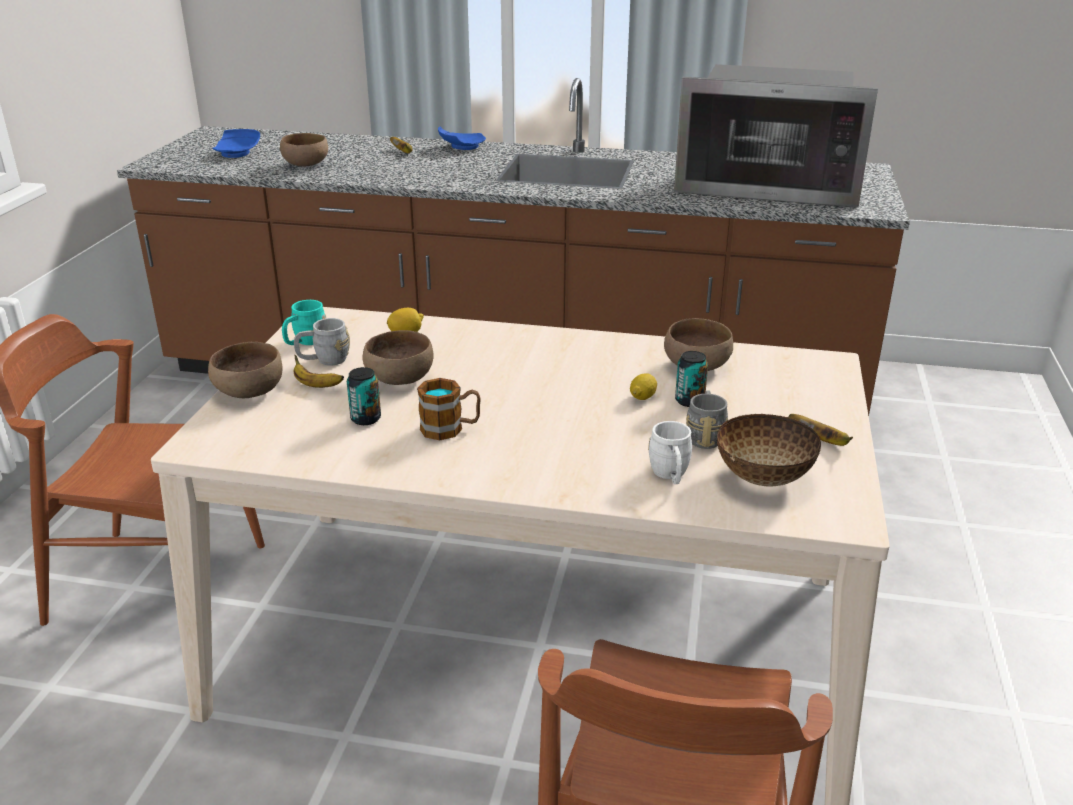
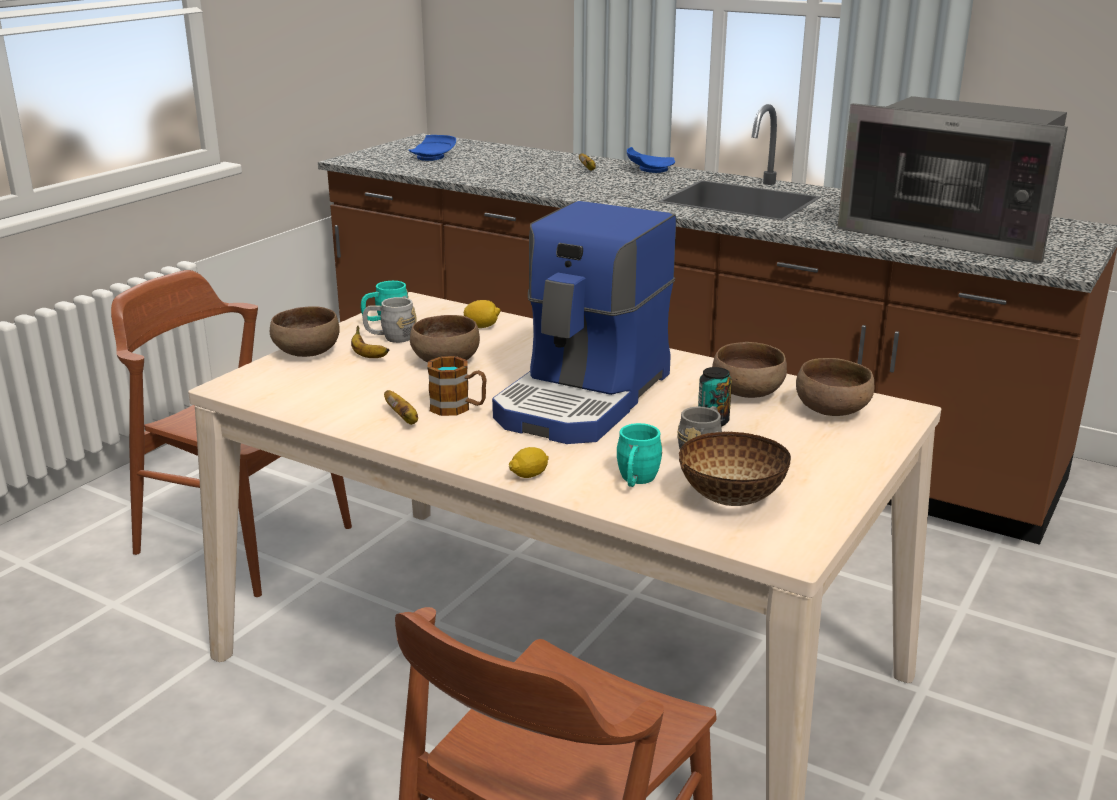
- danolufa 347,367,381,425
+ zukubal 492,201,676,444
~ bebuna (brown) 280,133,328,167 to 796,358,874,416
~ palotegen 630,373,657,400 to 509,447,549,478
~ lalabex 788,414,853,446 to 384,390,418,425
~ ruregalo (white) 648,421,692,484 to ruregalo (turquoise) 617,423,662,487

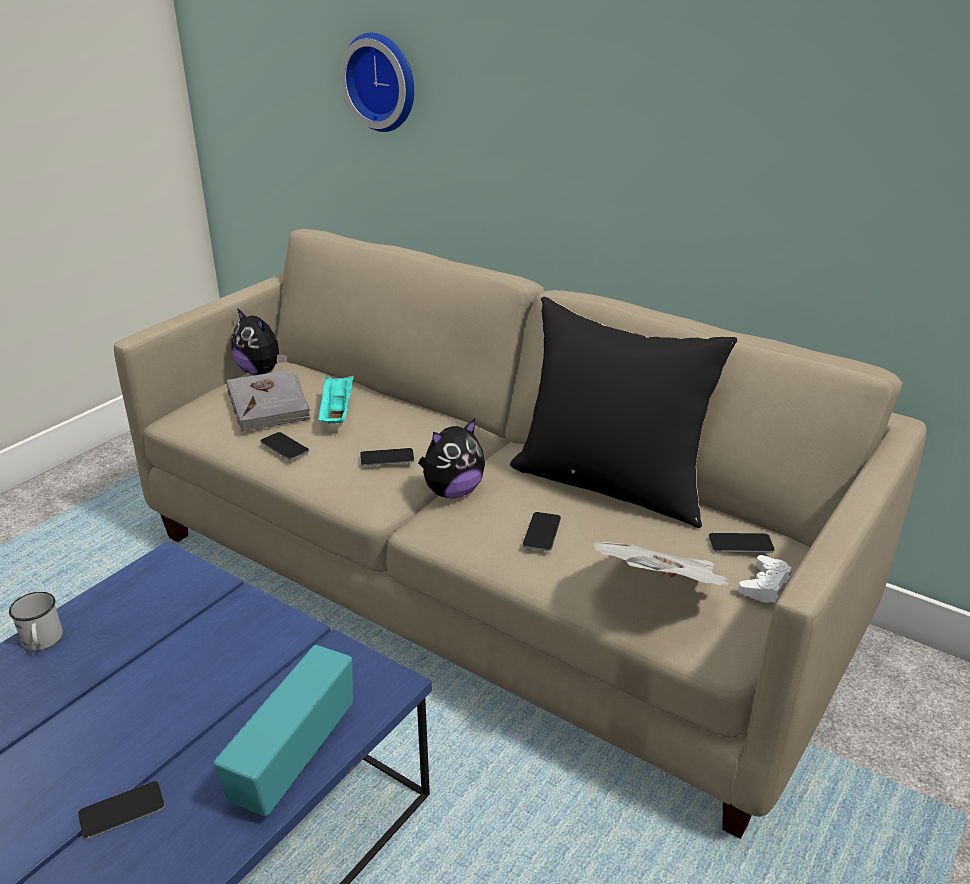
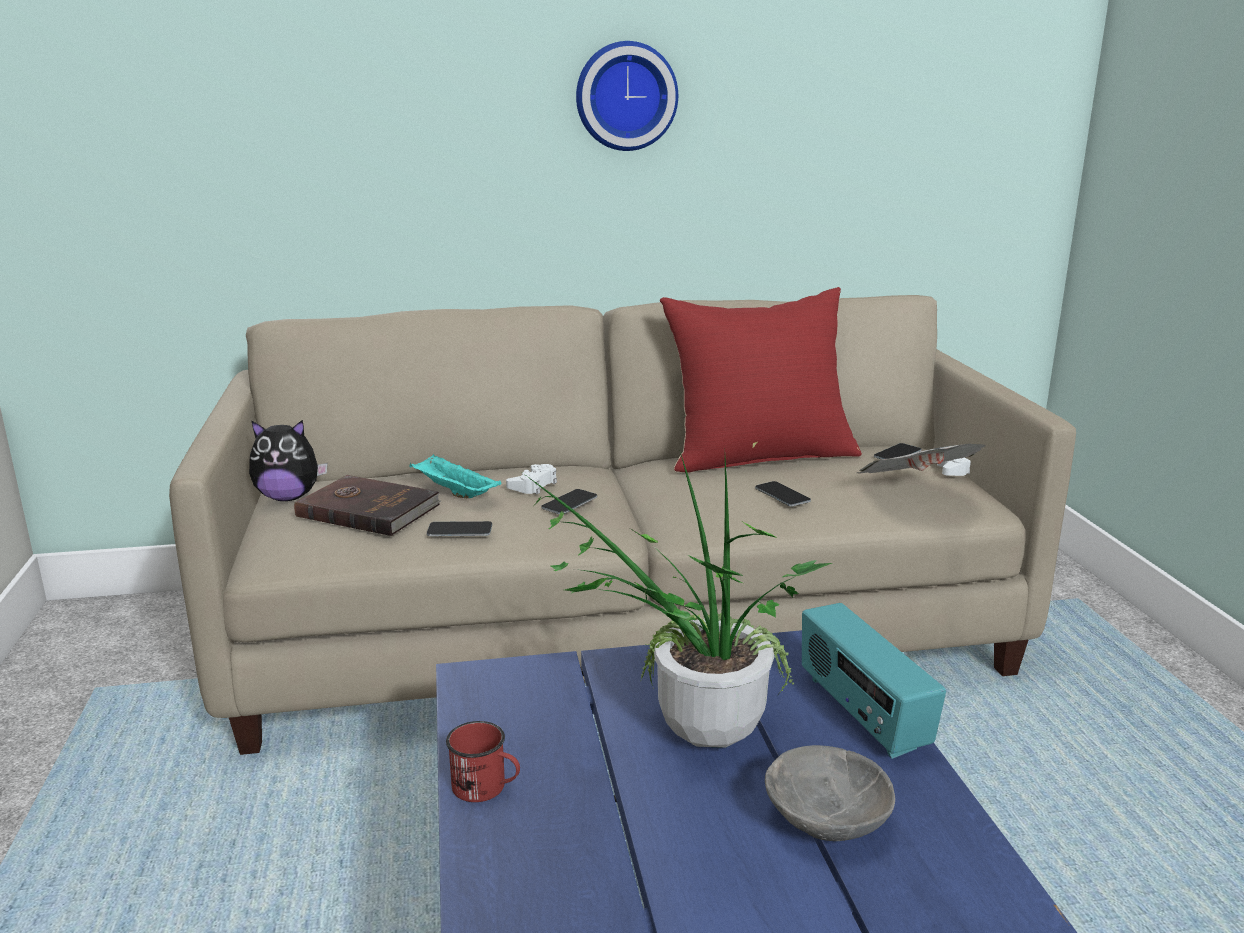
- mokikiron 418,419,485,498
+ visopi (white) 506,464,557,494
+ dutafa 523,452,832,748
~ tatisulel 340,33,414,132 to 576,41,678,151
~ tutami 78,781,165,839 to bebuna (grey) 765,745,895,841
~ ruregalo (white) 9,592,63,651 to ruregalo (red) 446,721,520,802
~ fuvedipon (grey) 227,370,311,432 to fuvedipon (brown) 294,475,441,536
~ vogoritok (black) 510,297,737,528 to vogoritok (red) 660,287,862,473

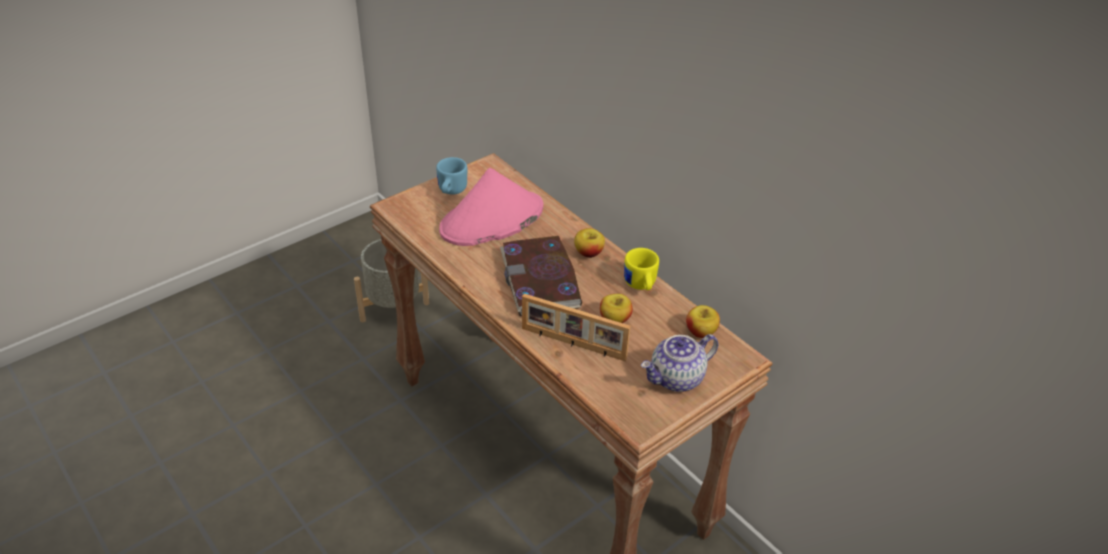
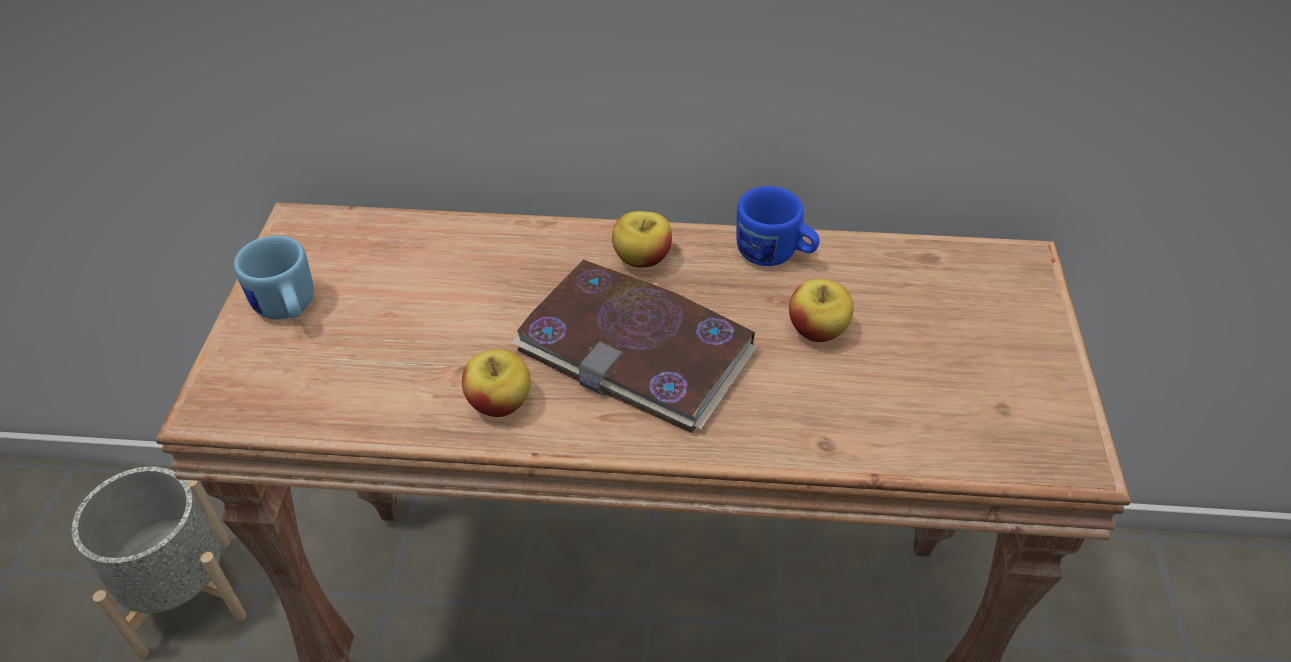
- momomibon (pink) 439,168,543,246
- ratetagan 522,294,631,361
- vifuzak 641,334,719,392
~ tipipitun 686,305,720,338 to 462,349,531,417
~ ruregalo (yellow) 624,248,659,290 to ruregalo (blue) 736,186,819,266

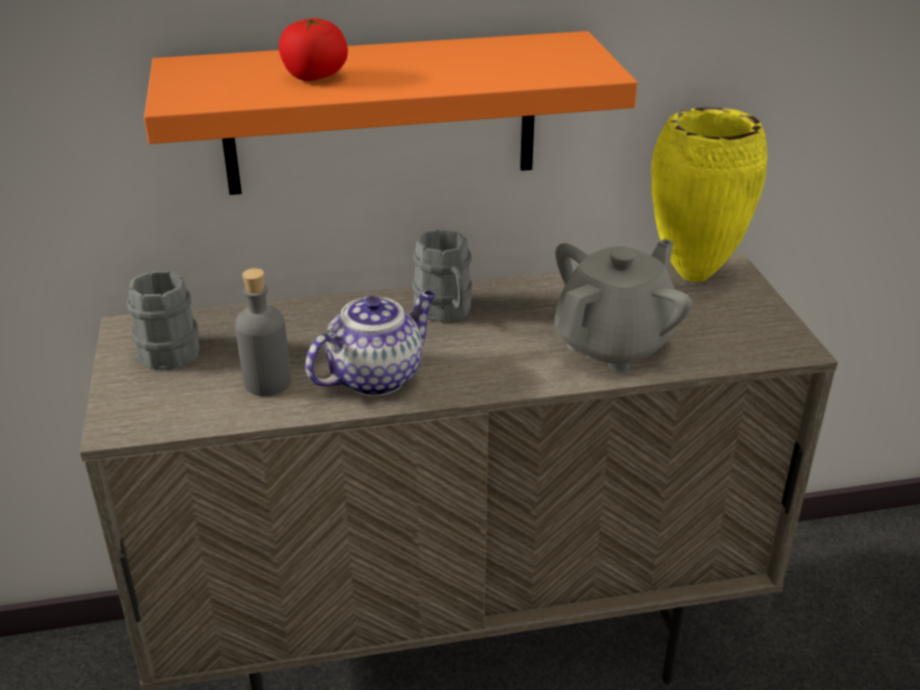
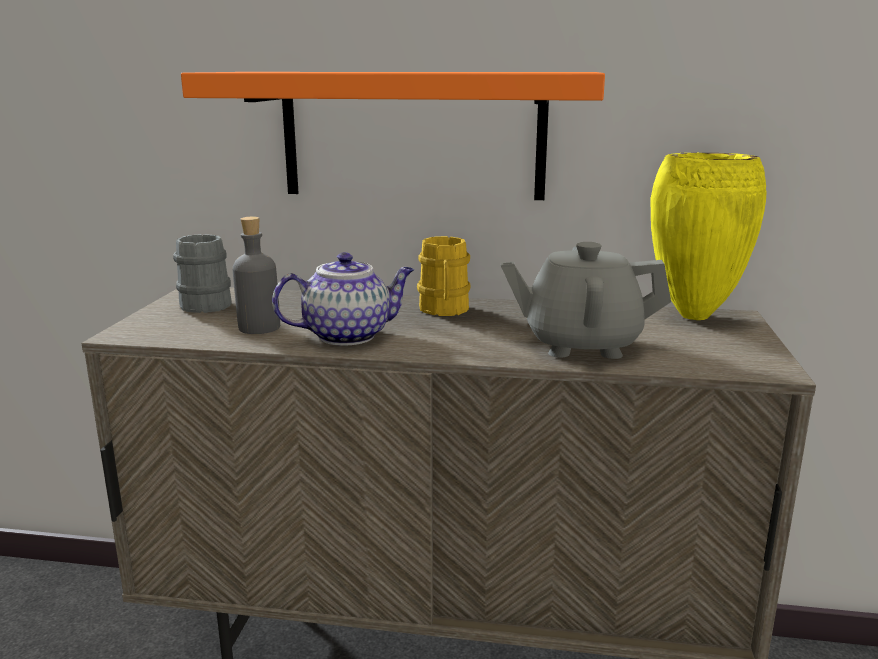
- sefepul 279,18,348,81
~ ruregalo (grey) 412,229,472,323 to ruregalo (yellow) 417,236,470,316
~ vifuzak (grey) 555,239,692,373 = 501,242,671,359 150 degrees counterclockwise

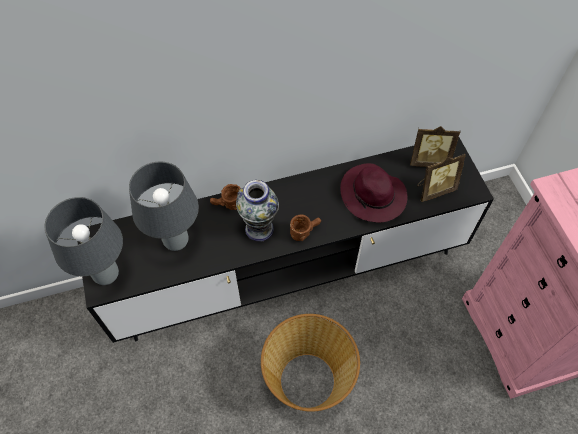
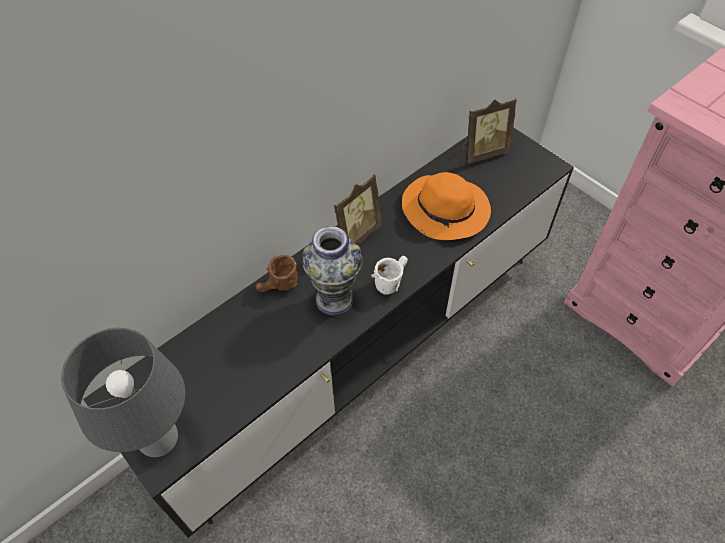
- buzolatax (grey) 129,162,199,251
- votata 261,314,360,412
~ ratetagan 417,153,466,202 to 334,174,382,245
~ ruregalo (brown) 290,215,321,241 to ruregalo (white) 371,256,408,295
~ momomibon (purple) 340,163,408,223 to momomibon (orange) 402,172,491,240

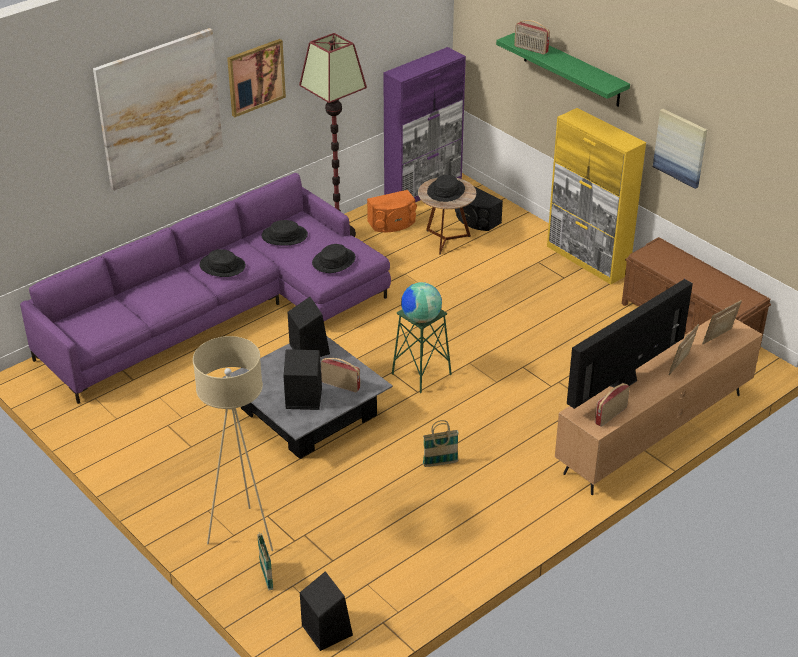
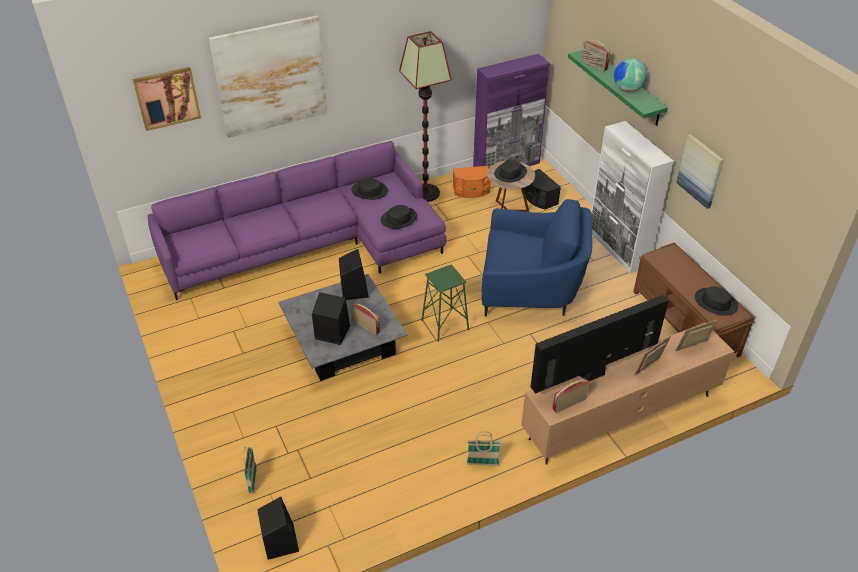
- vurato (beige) 193,336,273,551
+ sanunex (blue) 482,199,592,317
~ momomibon (black) 199,249,246,277 to 695,287,738,316
~ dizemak 227,39,286,117 to 133,67,201,131
~ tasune 401,282,442,323 to 614,59,648,92
~ votata 423,420,459,467 to 467,431,500,466
~ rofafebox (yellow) 547,108,646,285 to rofafebox (white) 591,121,674,273

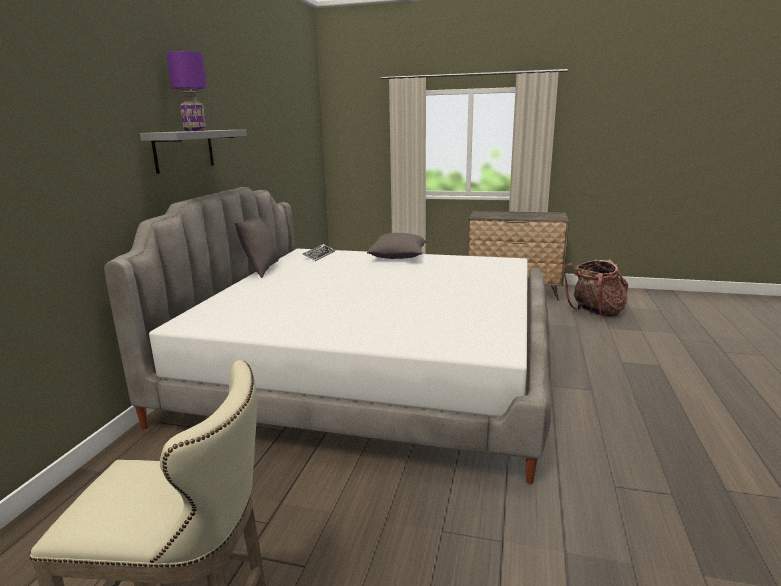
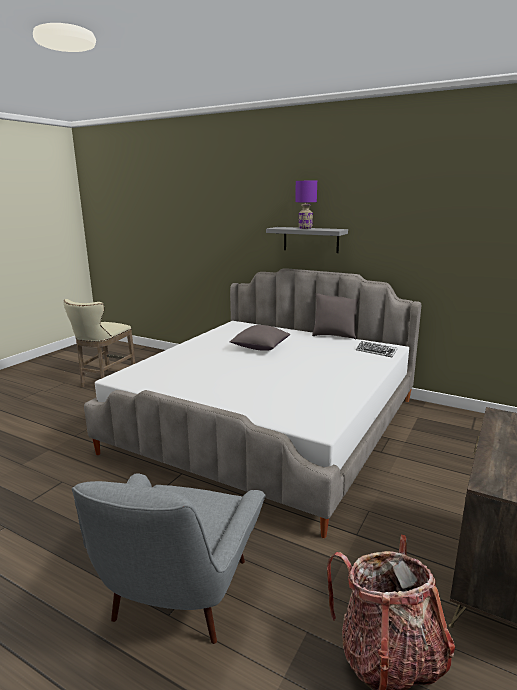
+ sanunex (grey) 72,474,266,644
~ vogoritok (grey) 367,233,427,259 to 230,325,290,351

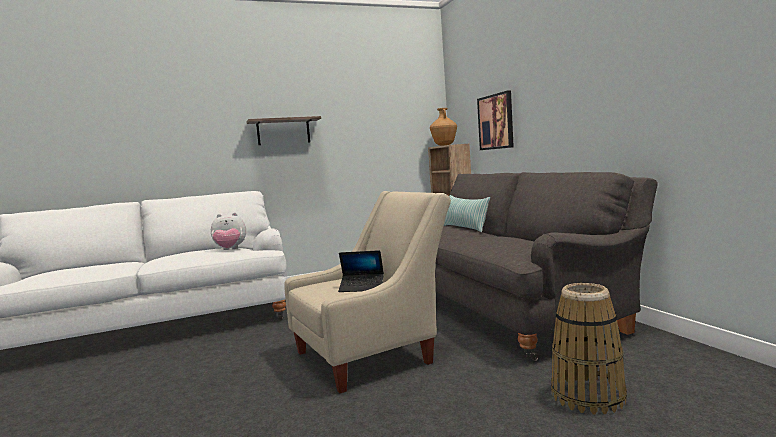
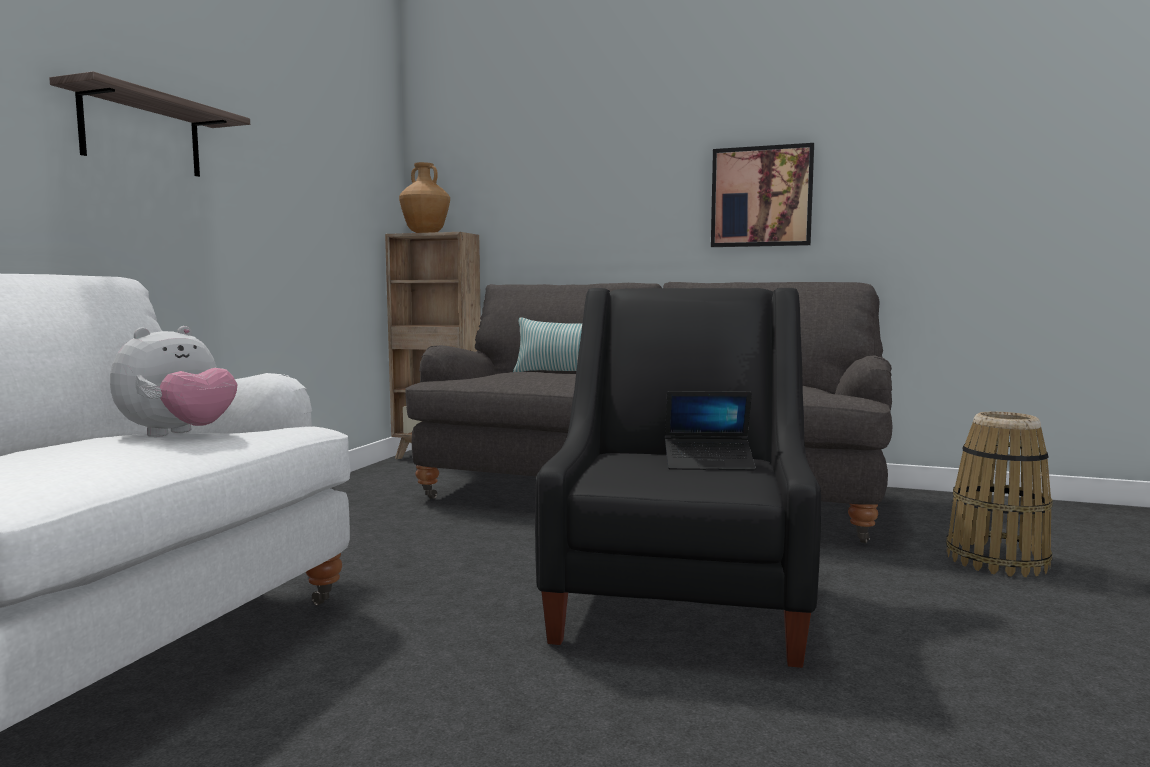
~ dizemak 477,90,514,150 to 711,143,814,247
~ sanunex (beige) 285,191,451,393 to sanunex (black) 535,288,821,668
~ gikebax 338,250,384,292 = 665,391,756,470 45 degrees clockwise

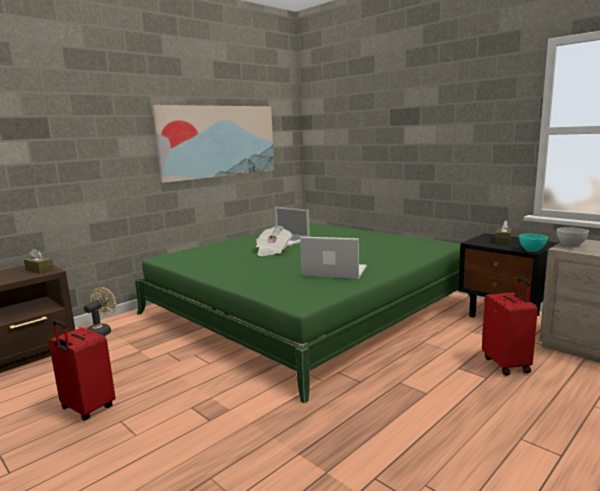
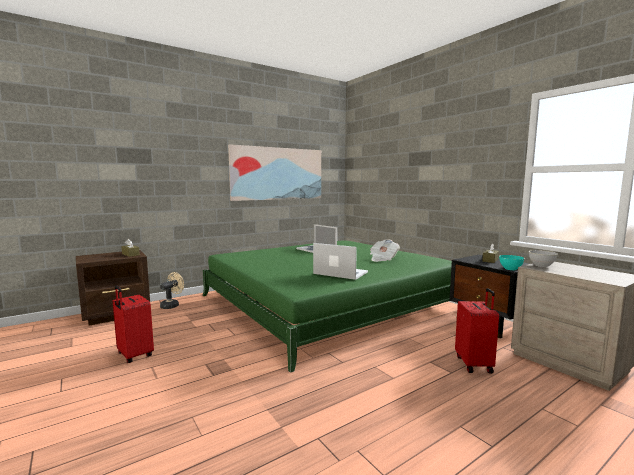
~ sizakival 256,226,292,256 to 370,239,400,262

